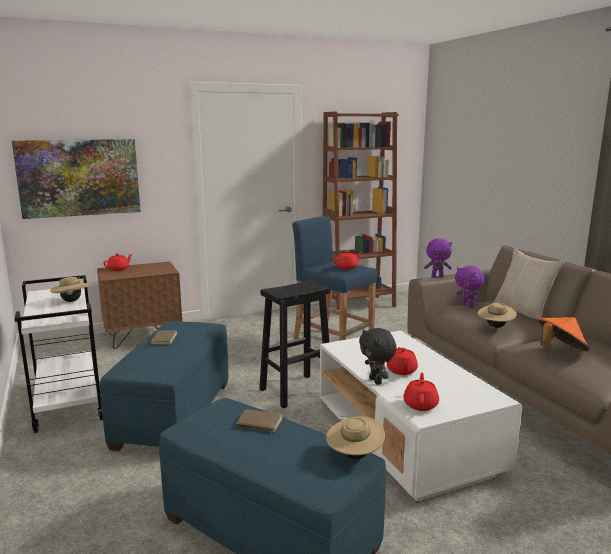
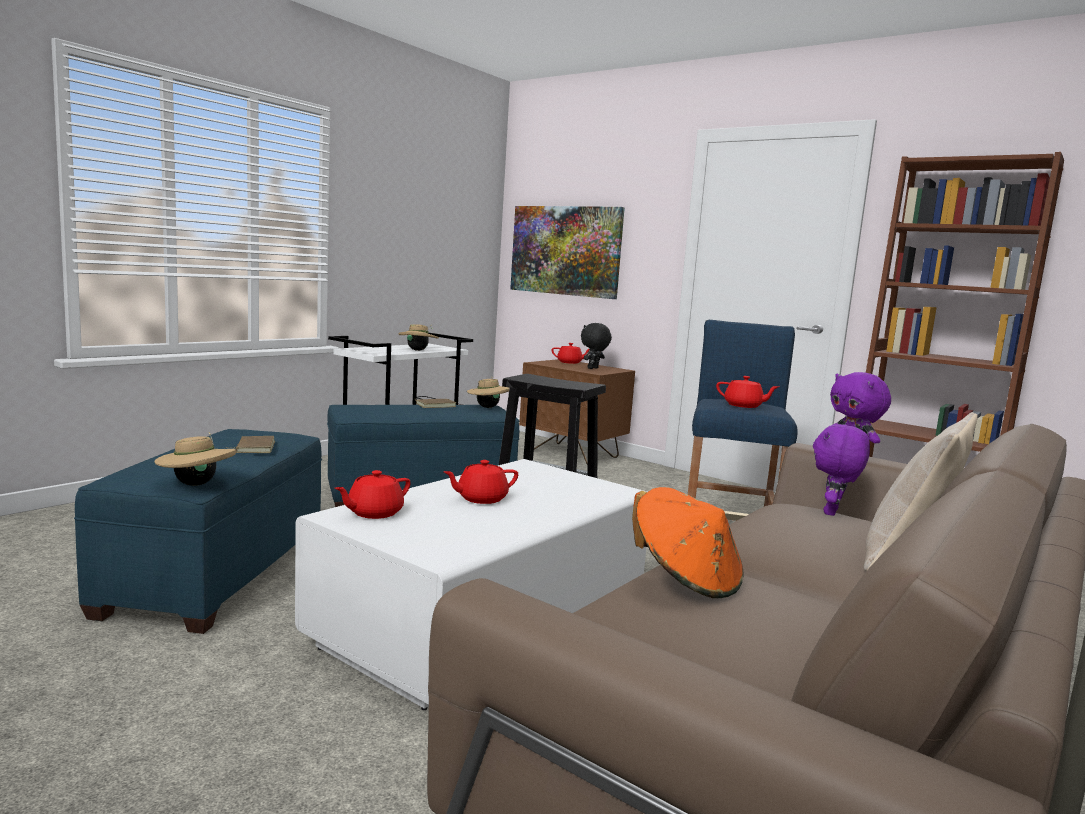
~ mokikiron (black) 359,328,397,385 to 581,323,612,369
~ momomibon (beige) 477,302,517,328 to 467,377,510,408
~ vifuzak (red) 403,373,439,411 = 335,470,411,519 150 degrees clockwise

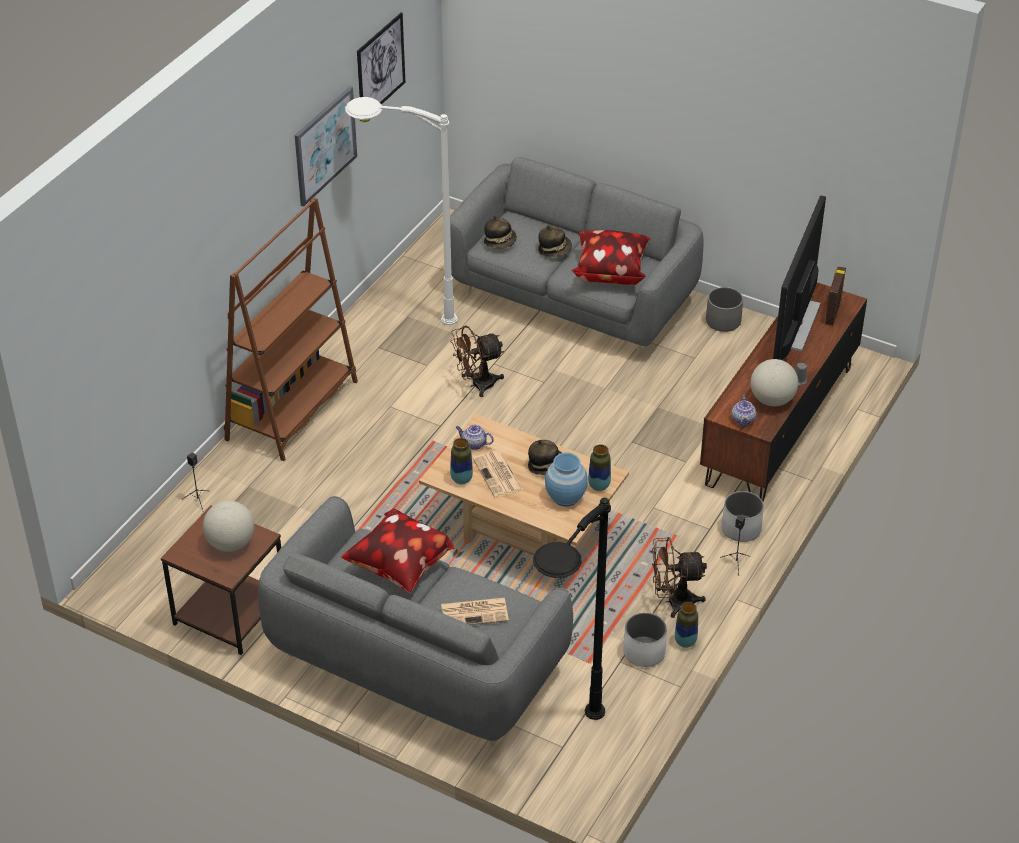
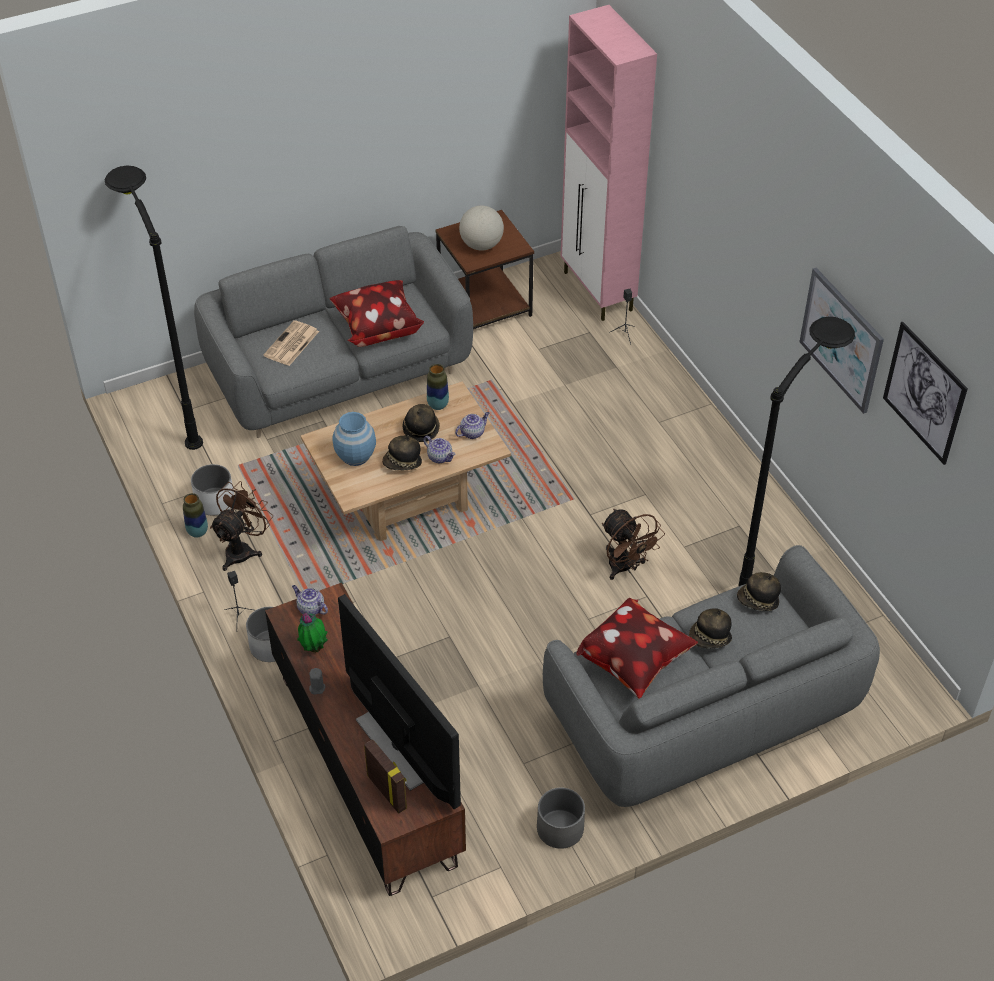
- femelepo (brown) 224,198,358,461
- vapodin 588,444,611,491
+ vifuzak 423,436,456,463
+ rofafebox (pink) 561,5,657,321
~ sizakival 473,451,523,498 to momomibon 403,404,440,442
~ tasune 751,359,798,406 to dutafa 297,612,328,653
~ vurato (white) 345,97,458,325 to vurato (black) 739,317,855,586
~ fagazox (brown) 450,325,504,397 = 602,508,665,580 135 degrees clockwise

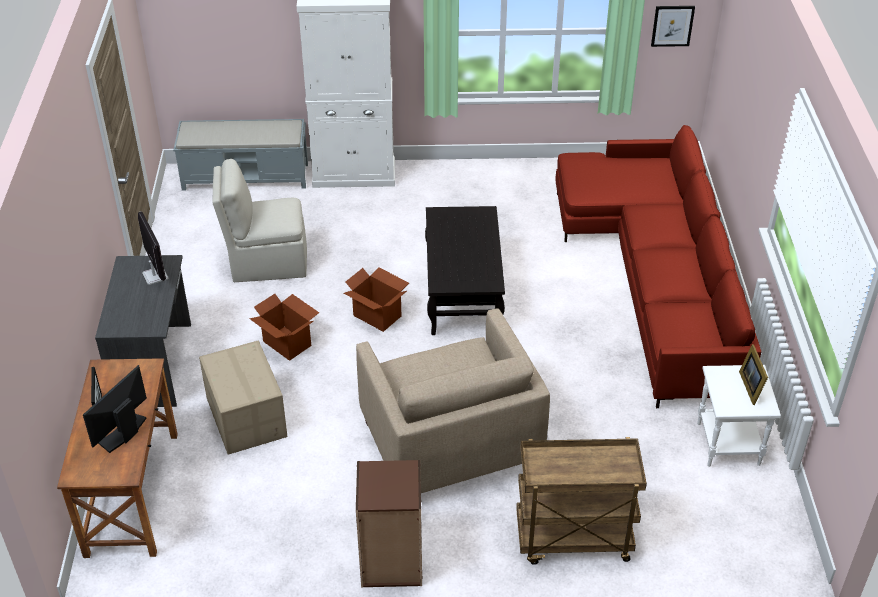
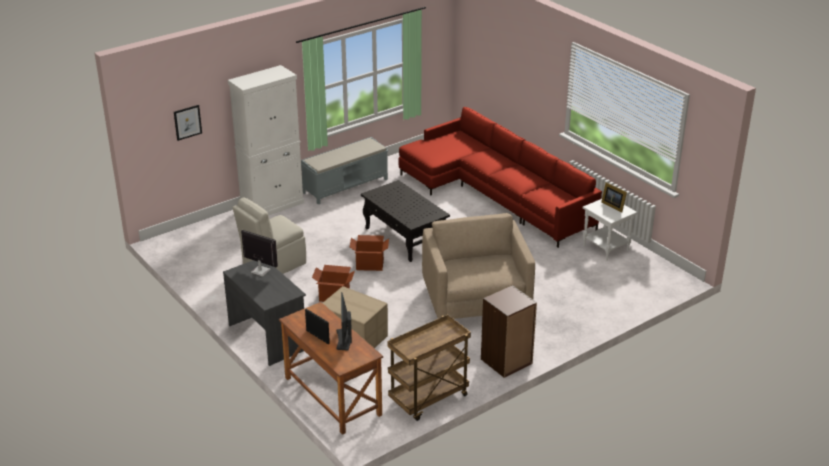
~ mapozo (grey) 173,119,308,190 to 301,137,388,204
~ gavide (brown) 516,437,647,565 to 387,314,471,421
~ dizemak 651,6,695,47 to 174,105,202,141
~ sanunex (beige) 356,308,550,493 = 422,213,535,319 135 degrees counterclockwise

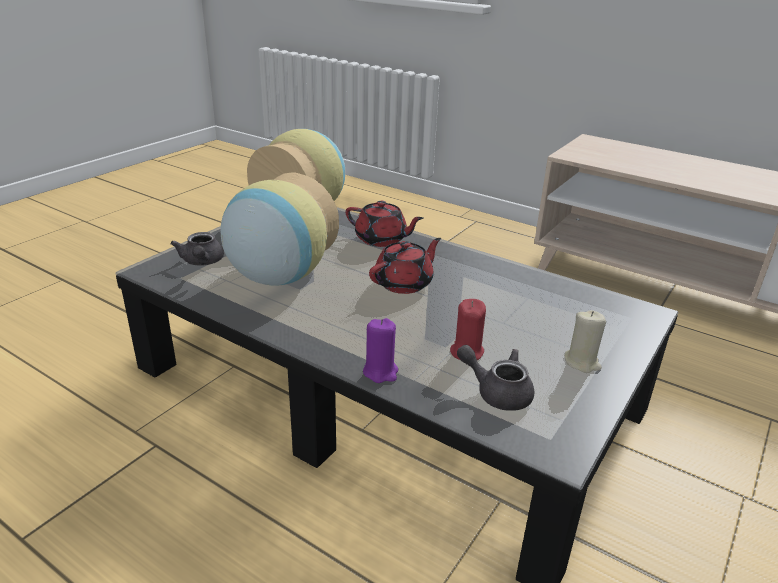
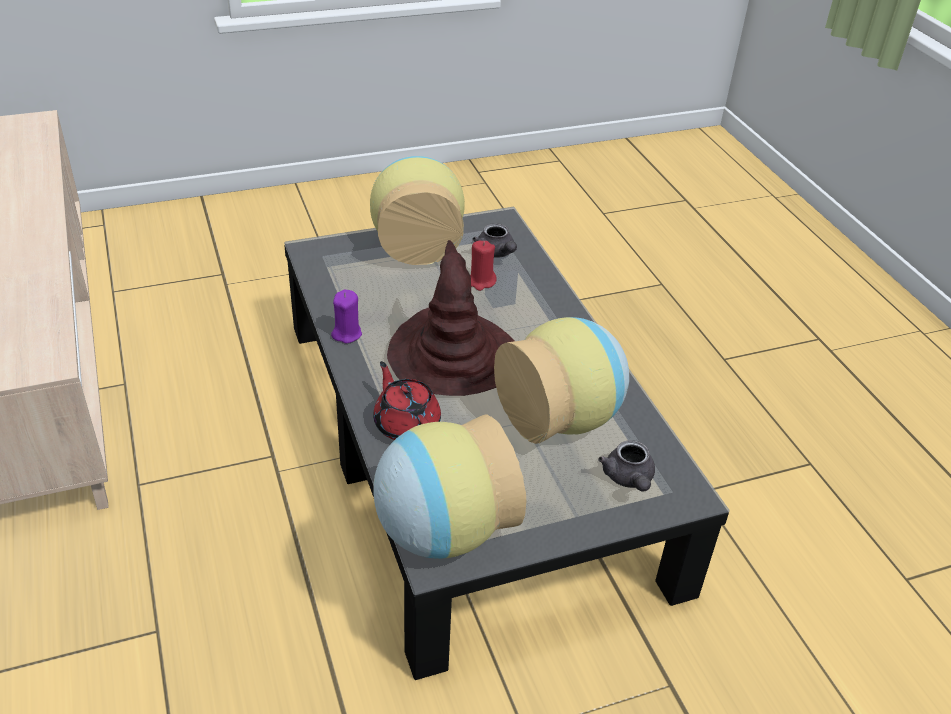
~ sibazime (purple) 363,318,398,383 to 331,290,362,343
~ vifuzak (red) 369,238,441,294 to momomibon (brown) 387,240,514,396
~ sibazime (beige) 564,310,606,373 to vapodin 370,156,465,265
~ vifuzak (grey) 170,232,224,266 = 598,440,655,492 150 degrees clockwise

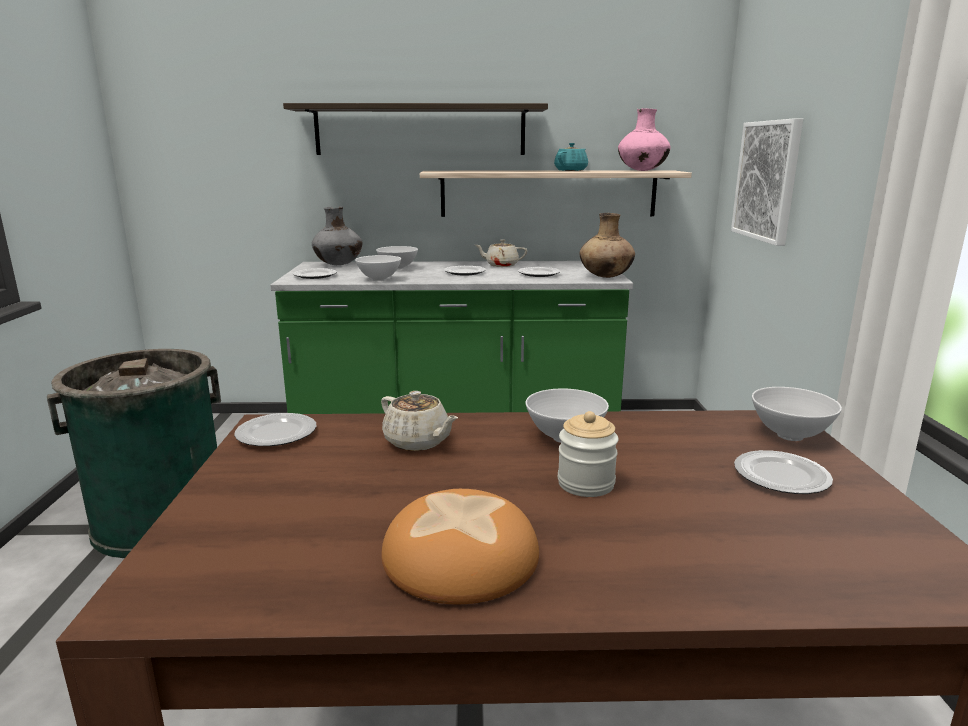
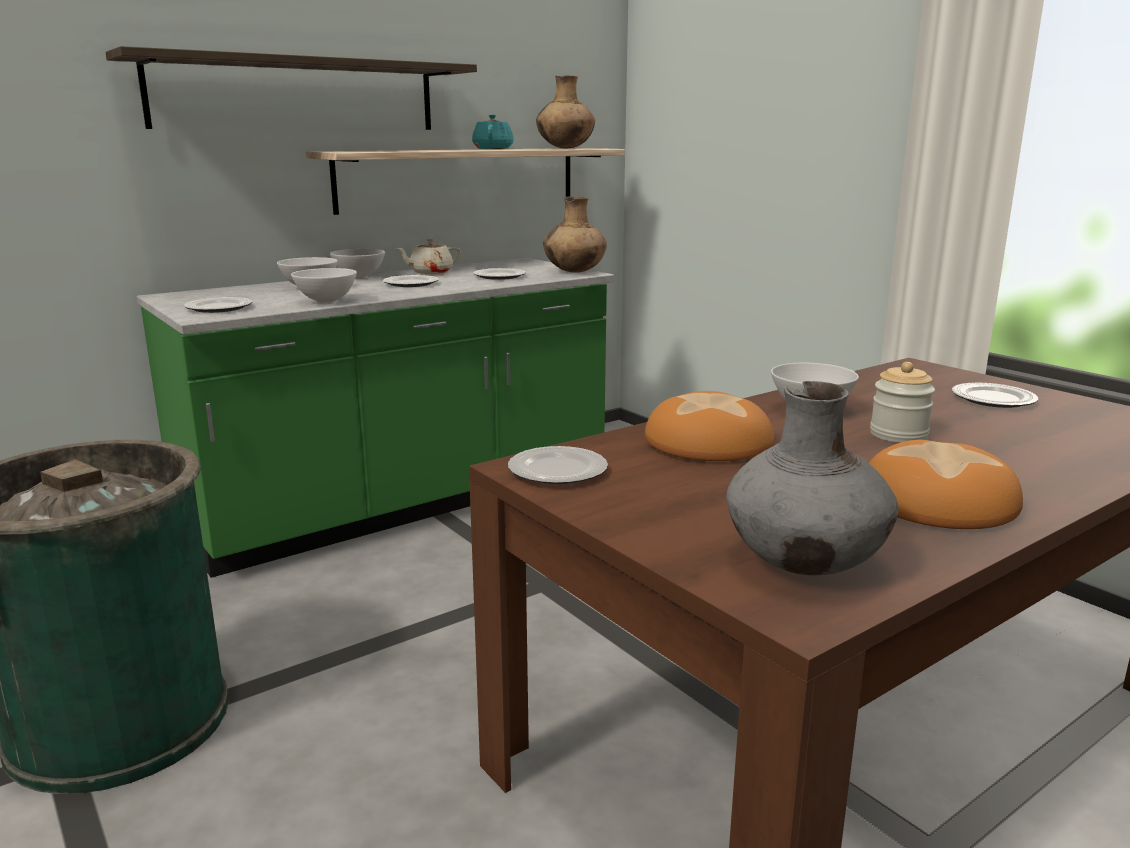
- dizemak 731,118,803,246
~ vapodin (grey) 312,206,362,265 to 726,381,899,576
~ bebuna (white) 752,387,842,441 to 330,249,385,279
~ vifuzak (beige) 381,391,458,451 to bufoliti 645,391,774,461
~ vapodin (pink) 618,108,670,171 to vapodin (brown) 536,75,595,148

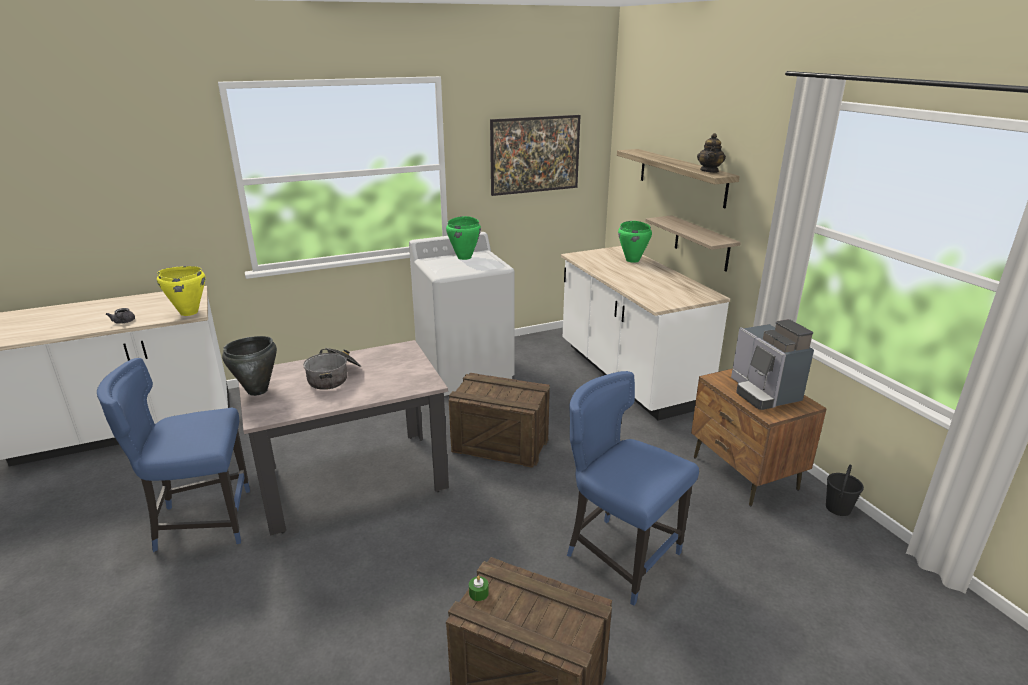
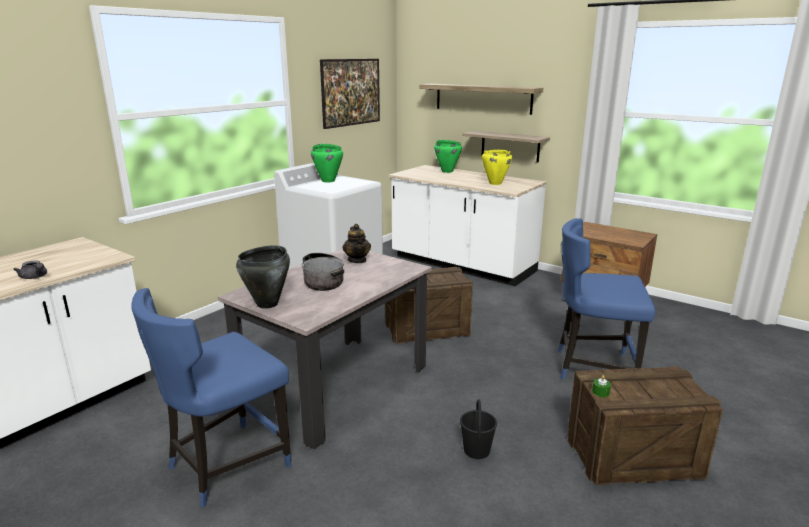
- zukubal 731,319,814,410
~ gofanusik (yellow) 157,266,205,316 to 482,150,512,185
~ vifuzak 697,133,726,173 to 342,224,371,263
~ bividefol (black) 826,465,864,516 to 460,399,497,459

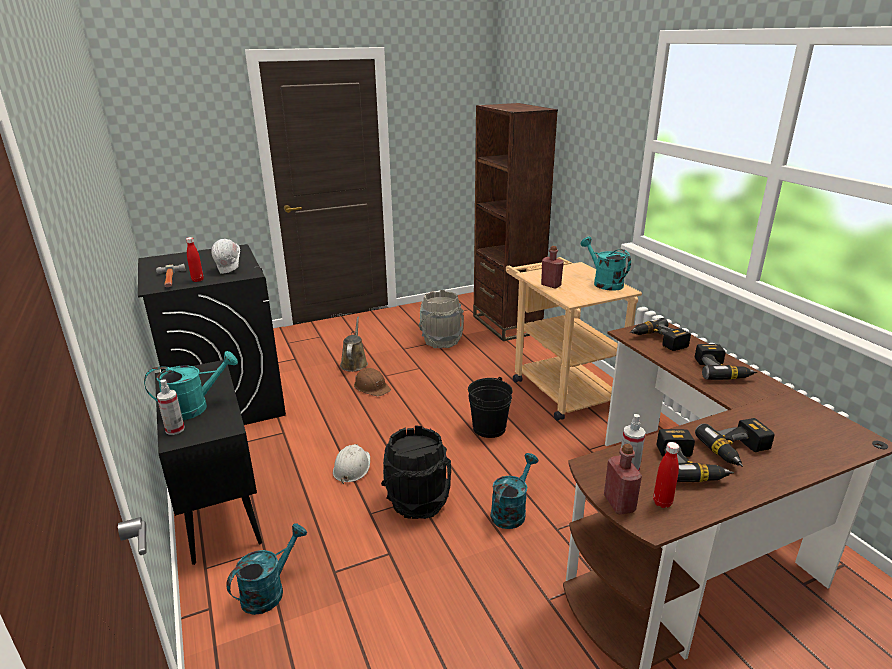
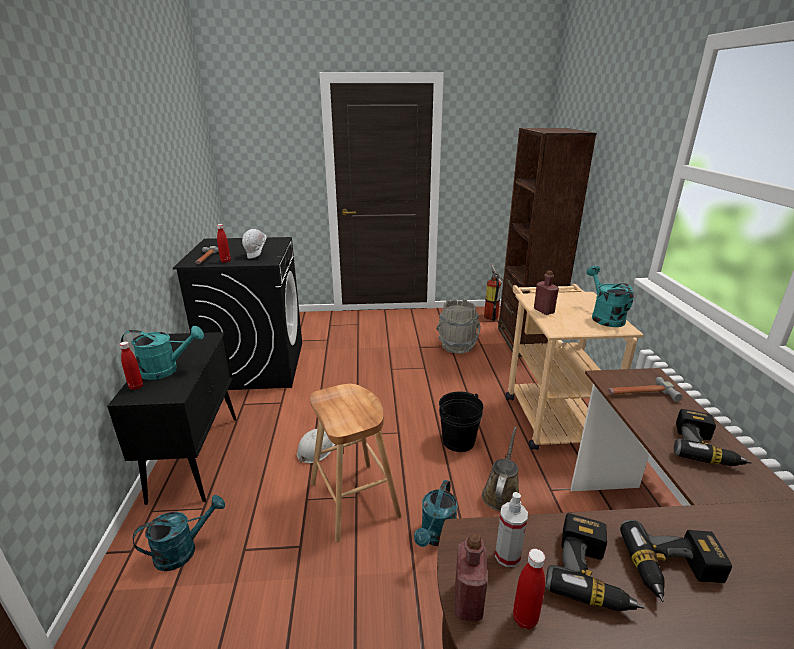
- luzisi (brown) 354,368,391,396
+ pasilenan 484,265,503,321
~ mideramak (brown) 340,317,368,372 to 482,427,519,511
~ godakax 157,380,185,435 to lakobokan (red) 119,341,143,390
~ bividefol (black) 381,425,451,519 to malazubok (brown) 310,384,402,542
~ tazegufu 630,318,691,351 to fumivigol 608,377,682,402
~ mideramak (turquoise) 490,453,539,529 = 414,480,458,547 150 degrees clockwise

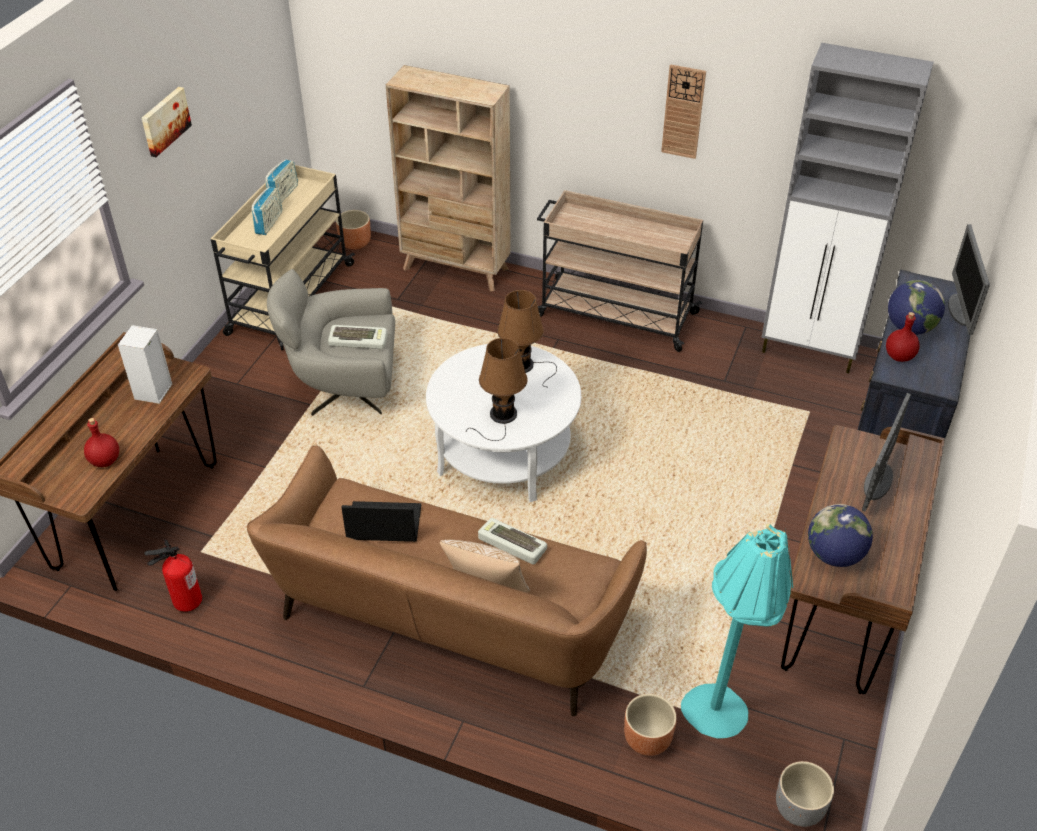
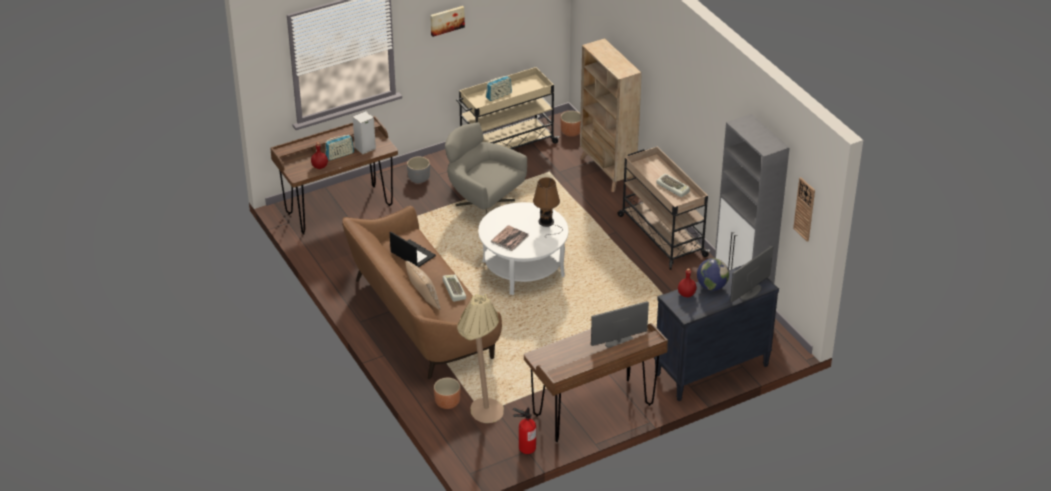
- tasune 808,504,873,567
~ pasilenan 144,539,202,612 to 513,408,536,454
~ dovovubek 265,159,298,203 to 325,135,354,160
~ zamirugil 328,325,388,349 to 656,174,690,197
~ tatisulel 661,64,706,159 to 793,177,815,242
~ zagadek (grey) 776,761,834,827 to 407,157,430,183
~ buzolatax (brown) 466,338,528,441 to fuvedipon 491,225,529,251
~ vurato (turquoise) 681,524,793,738 to vurato (beige) 457,294,504,423

